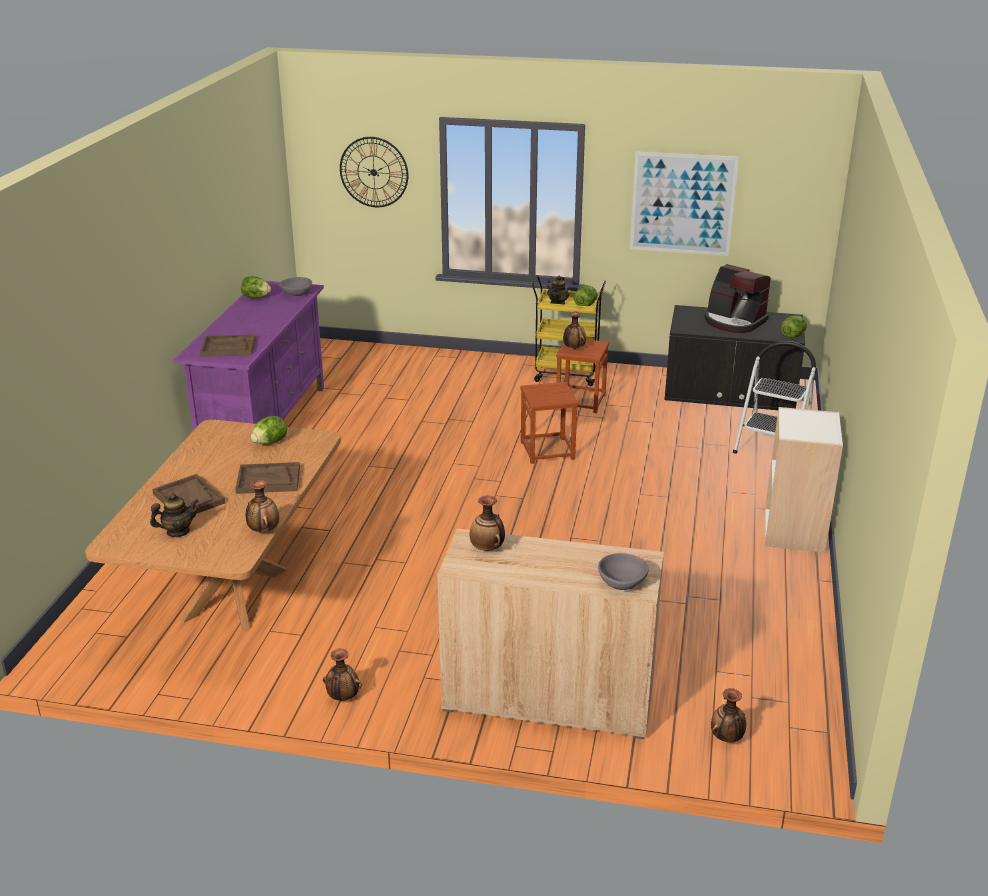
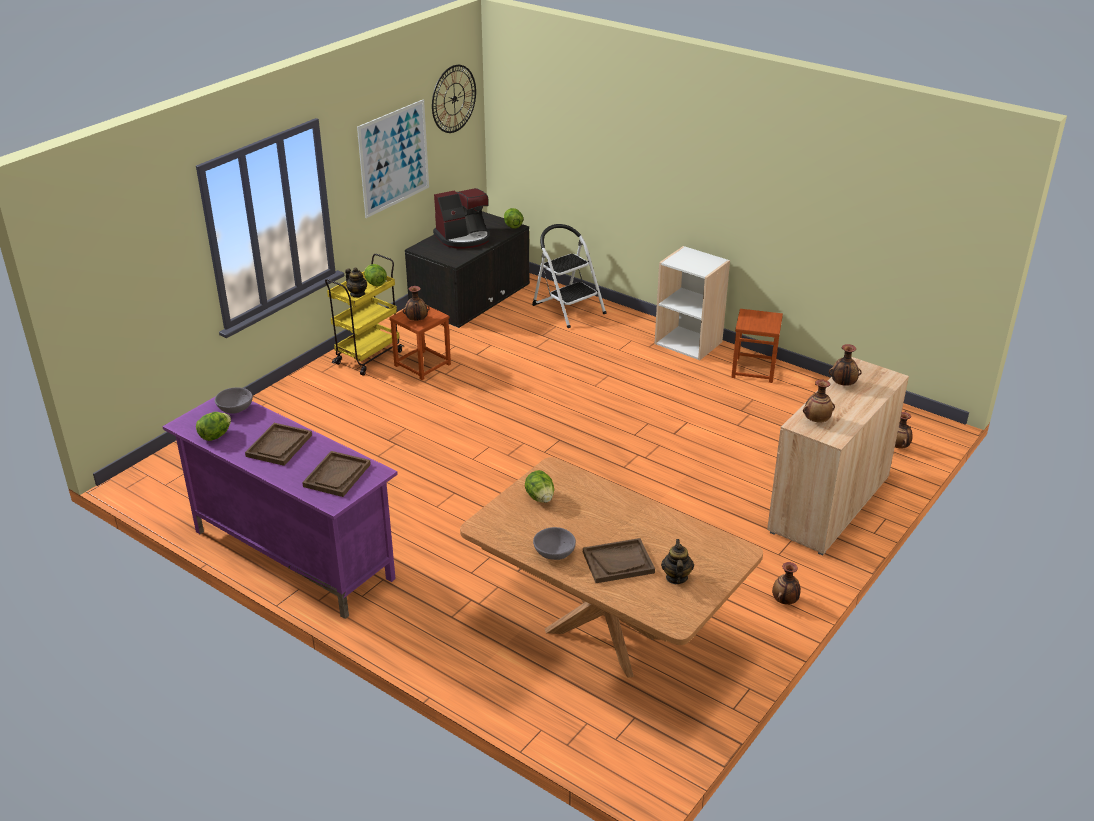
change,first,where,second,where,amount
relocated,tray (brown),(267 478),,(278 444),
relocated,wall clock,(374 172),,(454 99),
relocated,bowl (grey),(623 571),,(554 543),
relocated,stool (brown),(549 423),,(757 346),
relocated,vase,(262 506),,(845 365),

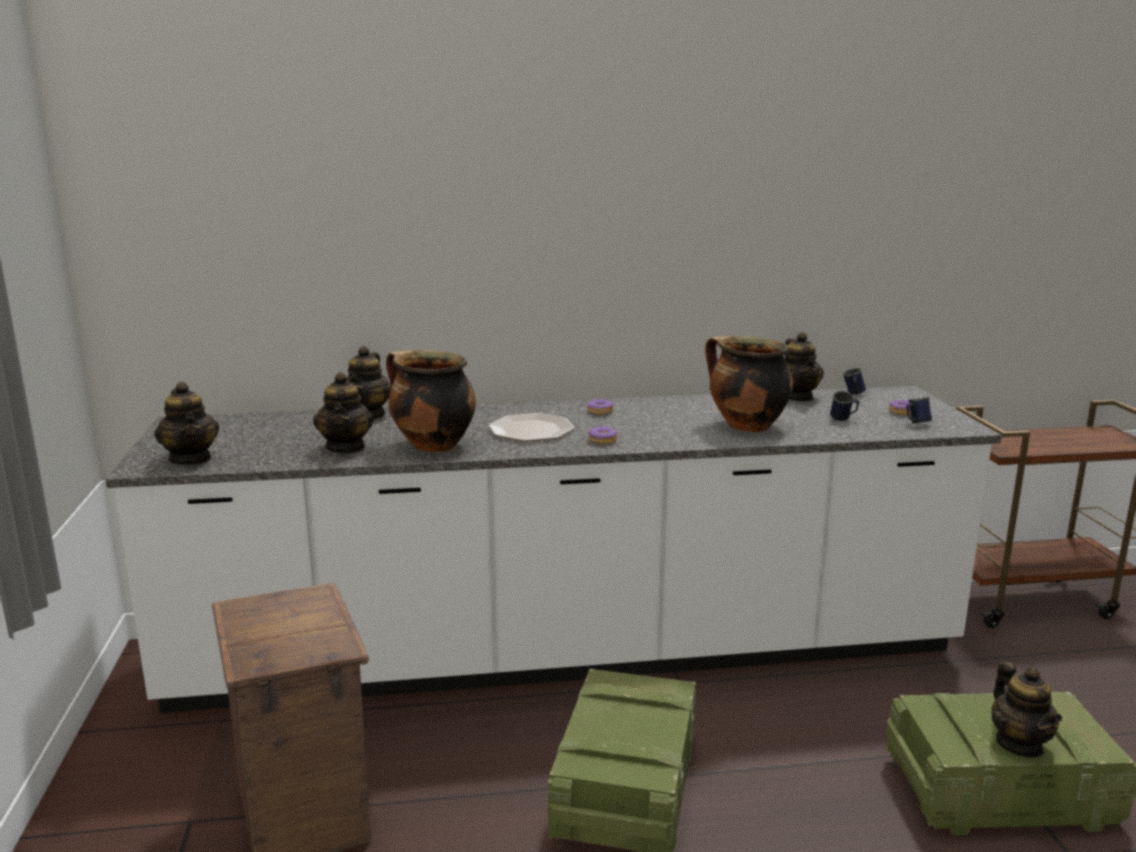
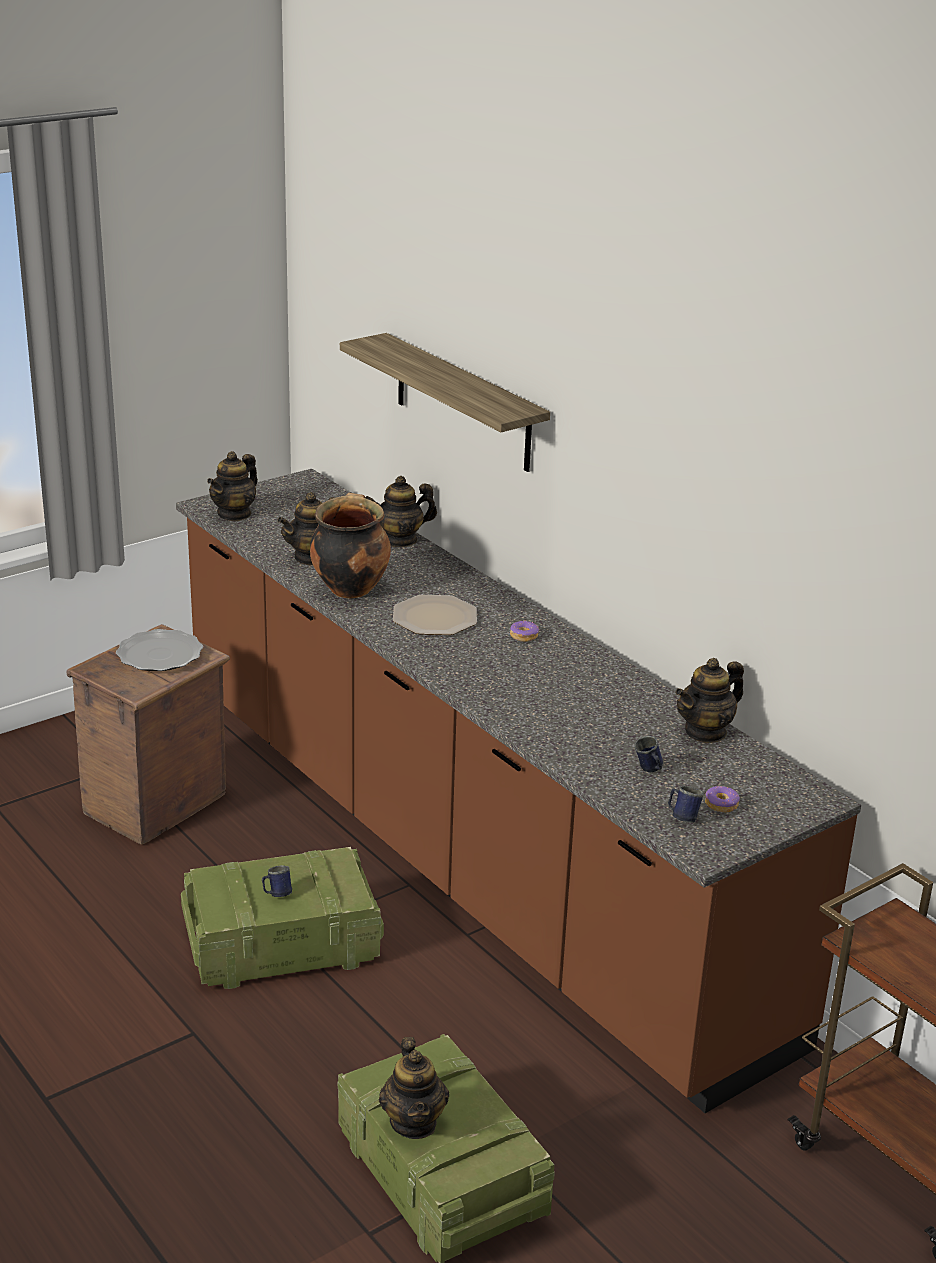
change,first,where,second,where,amount
appeared,,,plate,(159 650),
colour,counter (white),(553 549),counter (brown),(518 791),
relocated,mug (blue),(854 381),,(277 881),
appeared,,,shelf,(445 402),
spun,teapot,(1026 710),,(414 1088),60 degrees counterclockwise
missing,donut,(603 435),,,
missing,cooking pot,(749 384),,,

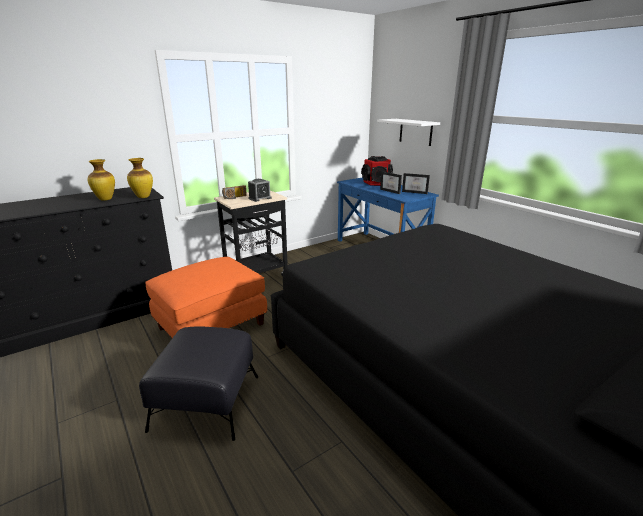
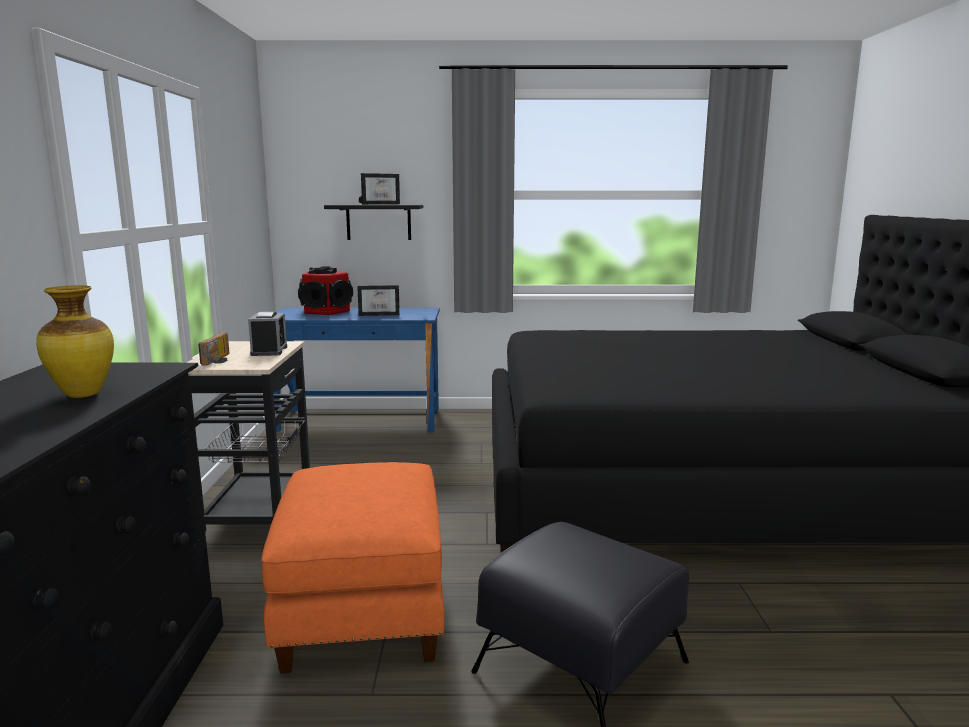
change,first,where,second,where,amount
colour,shelf (white),(408 132),shelf (black),(373 222),
relocated,picture frame,(416 183),,(379 189),
missing,vase,(140 178),,,

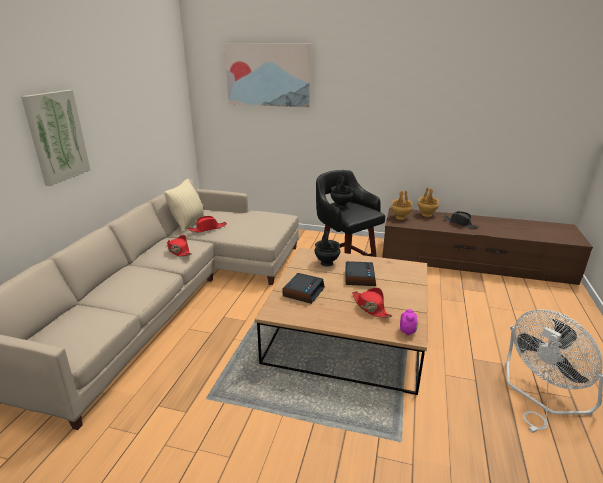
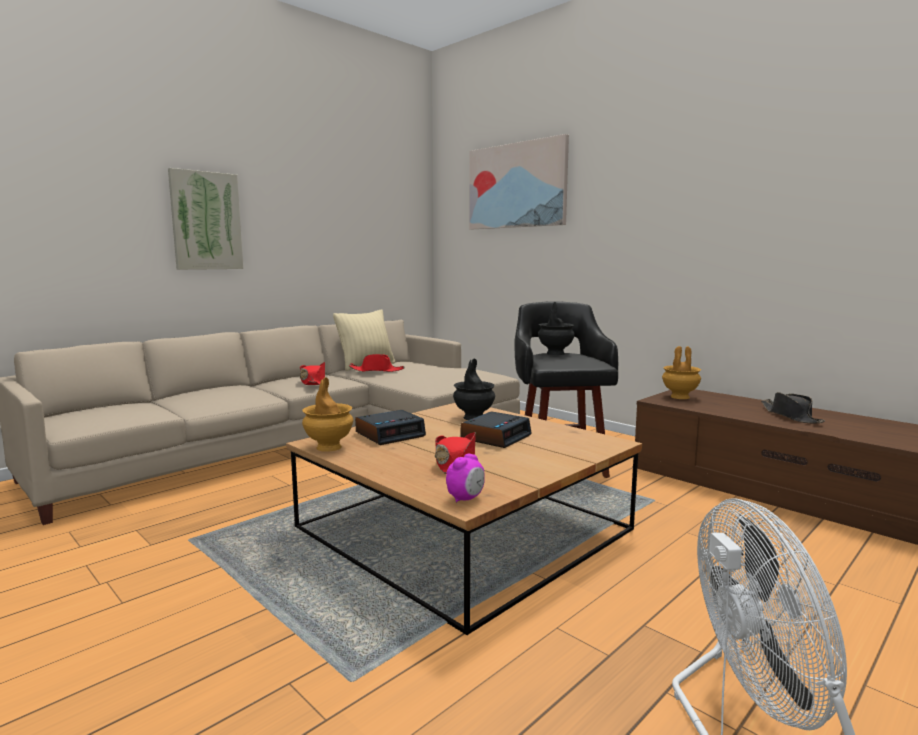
change,first,where,second,where,amount
relocated,vase (brown),(428 202),,(327 414),

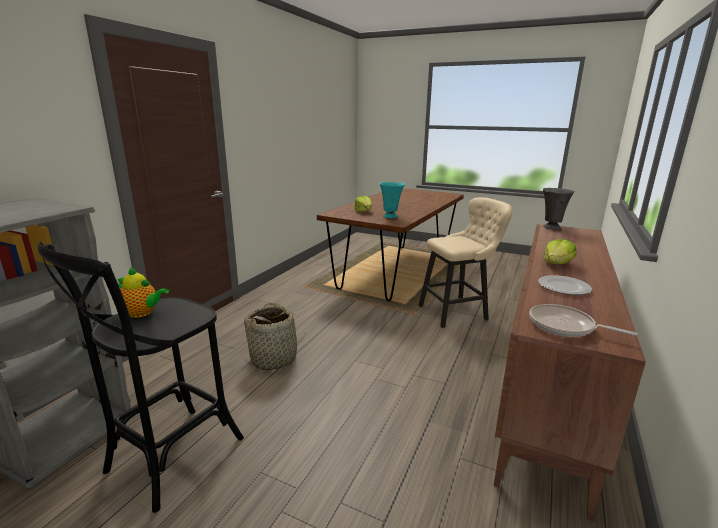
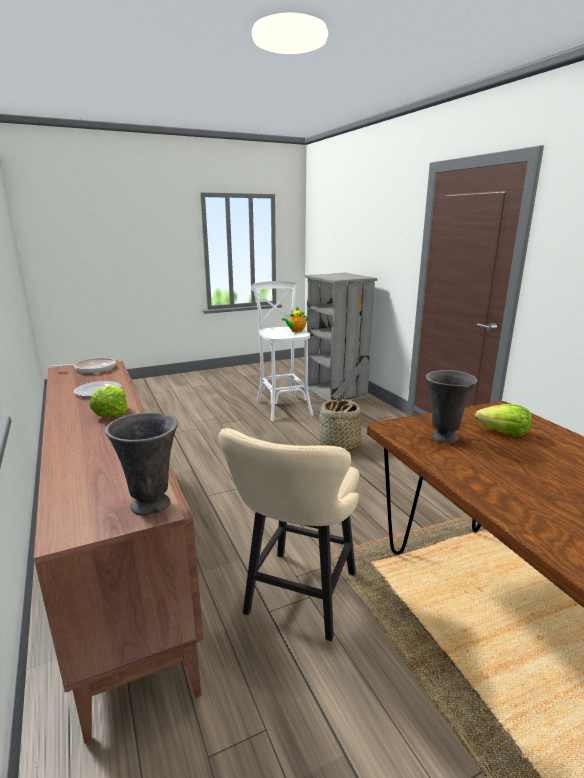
change,first,where,second,where,amount
colour,stool (black),(141 377),stool (white),(282 351),
colour,vase (turquoise),(392 200),vase (grey),(452 406),

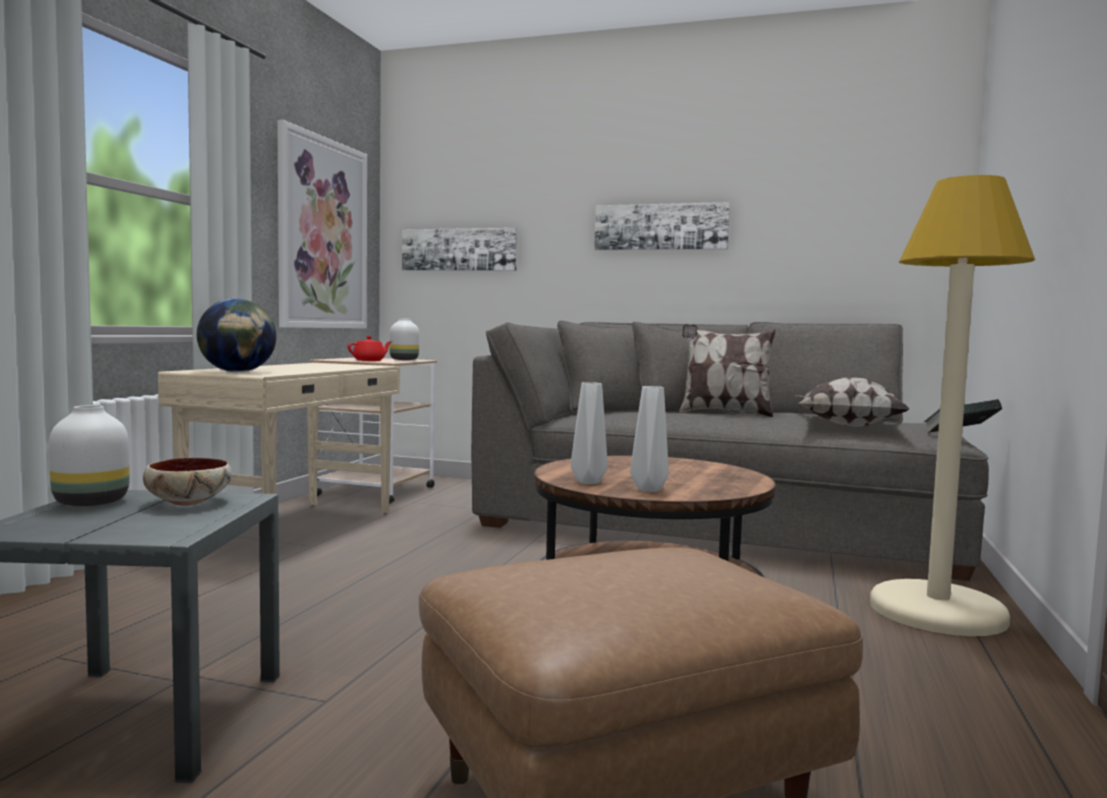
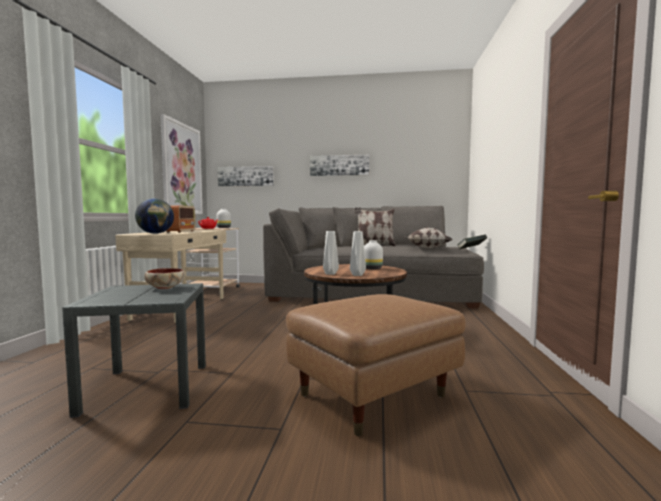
change,first,where,second,where,amount
appeared,,,radio,(181 219),
relocated,vase (white),(89 455),,(373 255),
missing,floor lamp (beige),(952 405),,,

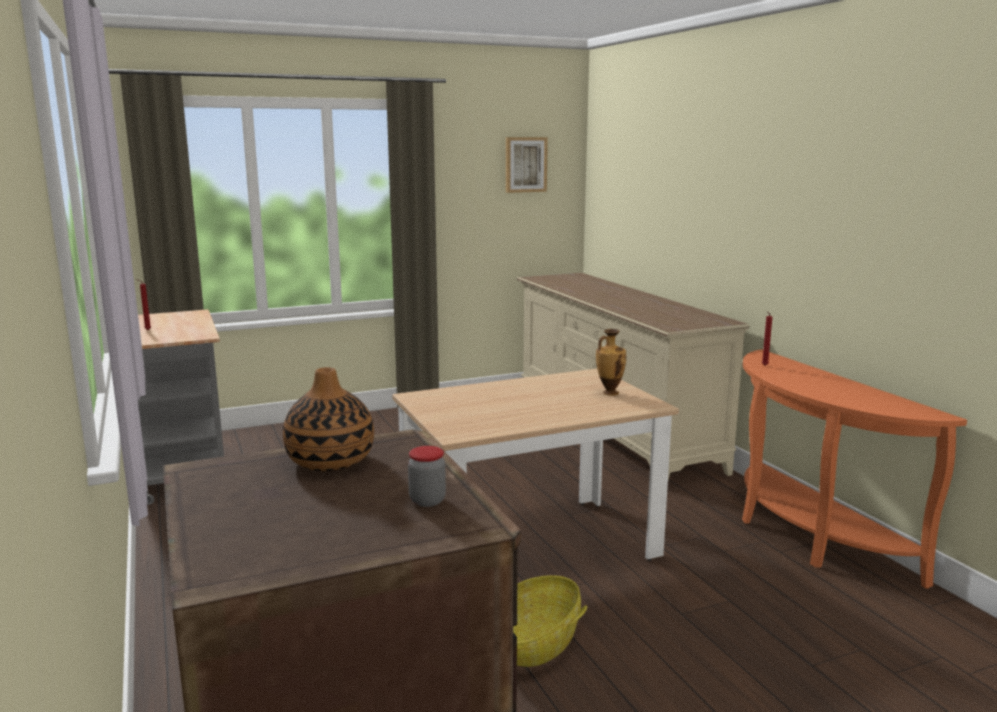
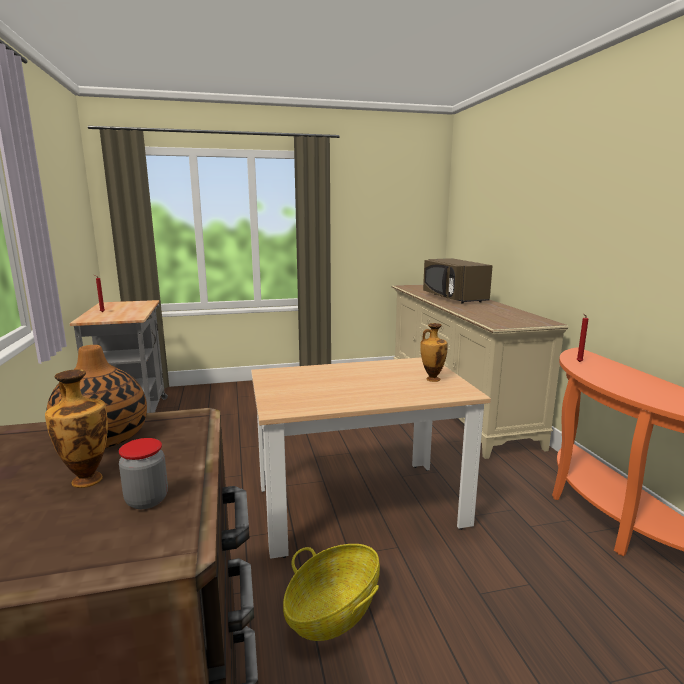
change,first,where,second,where,amount
appeared,,,vase,(76 428),
appeared,,,microwave (brown),(458 281),
missing,picture,(527 165),,,

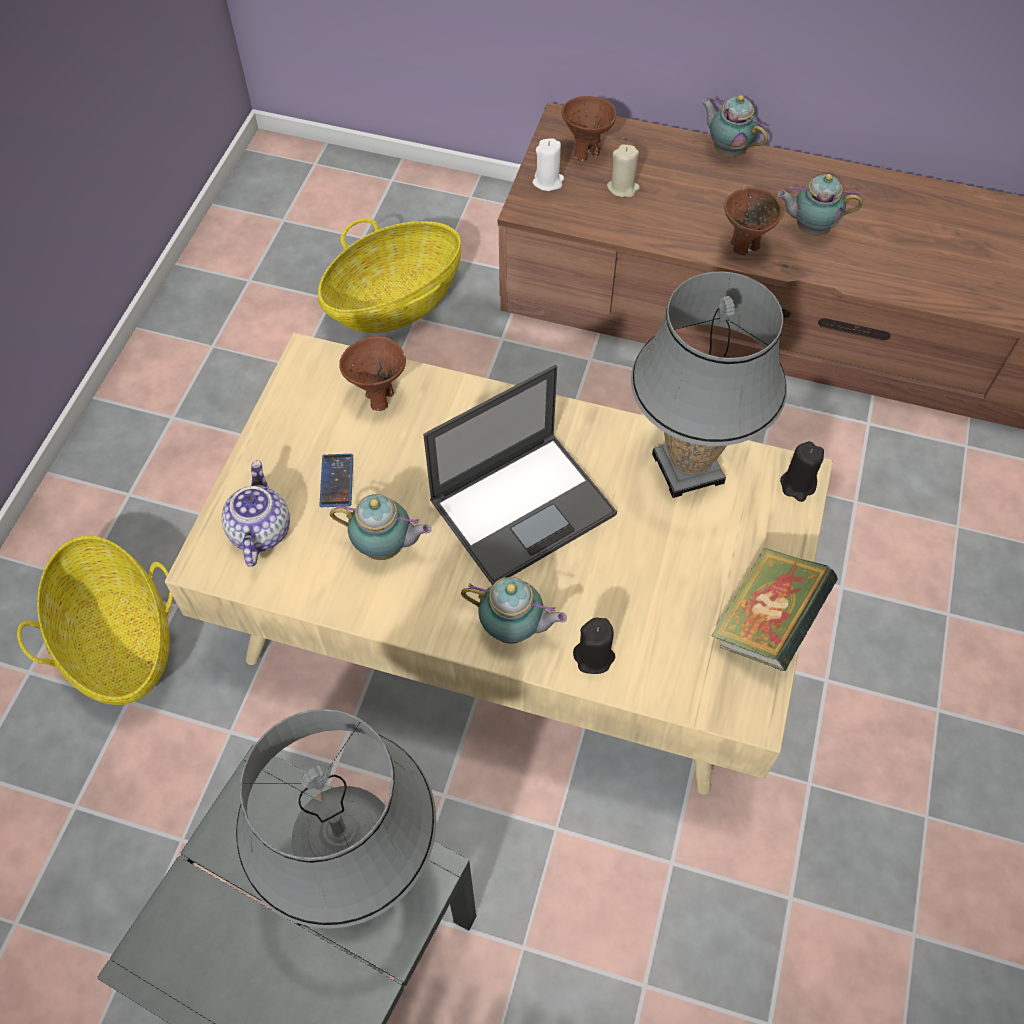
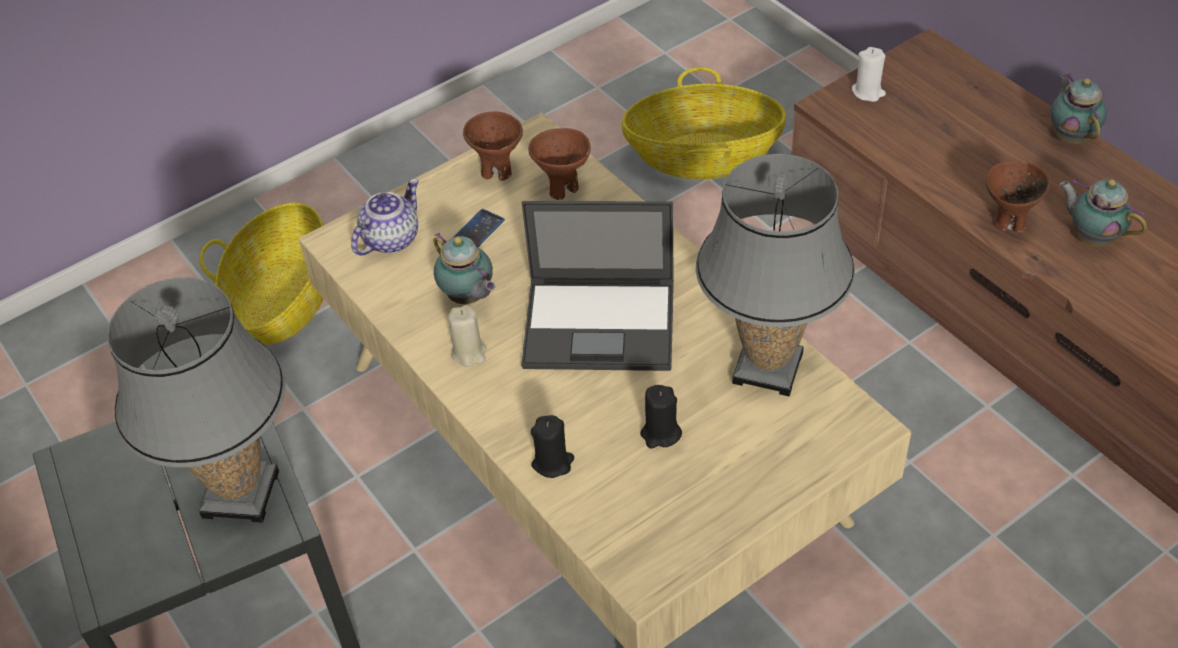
change,first,where,second,where,amount
relocated,candle (beige),(623 171),,(467 336),
relocated,bowl (brown),(589 128),,(493 146),
relocated,candle (black),(802 471),,(661 417),
missing,teapot,(514 610),,,
missing,book,(774 609),,,

